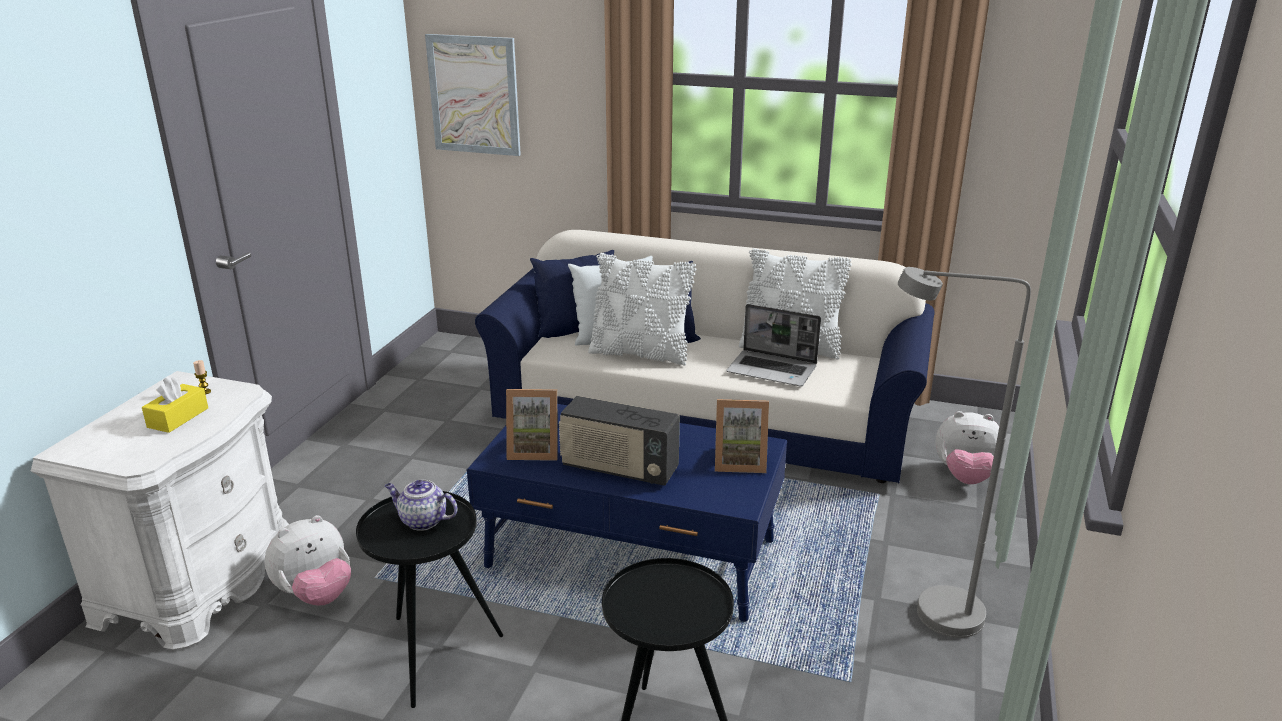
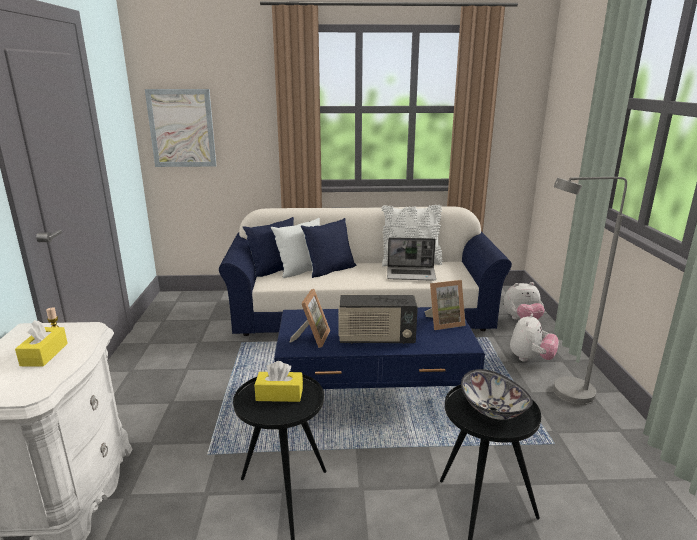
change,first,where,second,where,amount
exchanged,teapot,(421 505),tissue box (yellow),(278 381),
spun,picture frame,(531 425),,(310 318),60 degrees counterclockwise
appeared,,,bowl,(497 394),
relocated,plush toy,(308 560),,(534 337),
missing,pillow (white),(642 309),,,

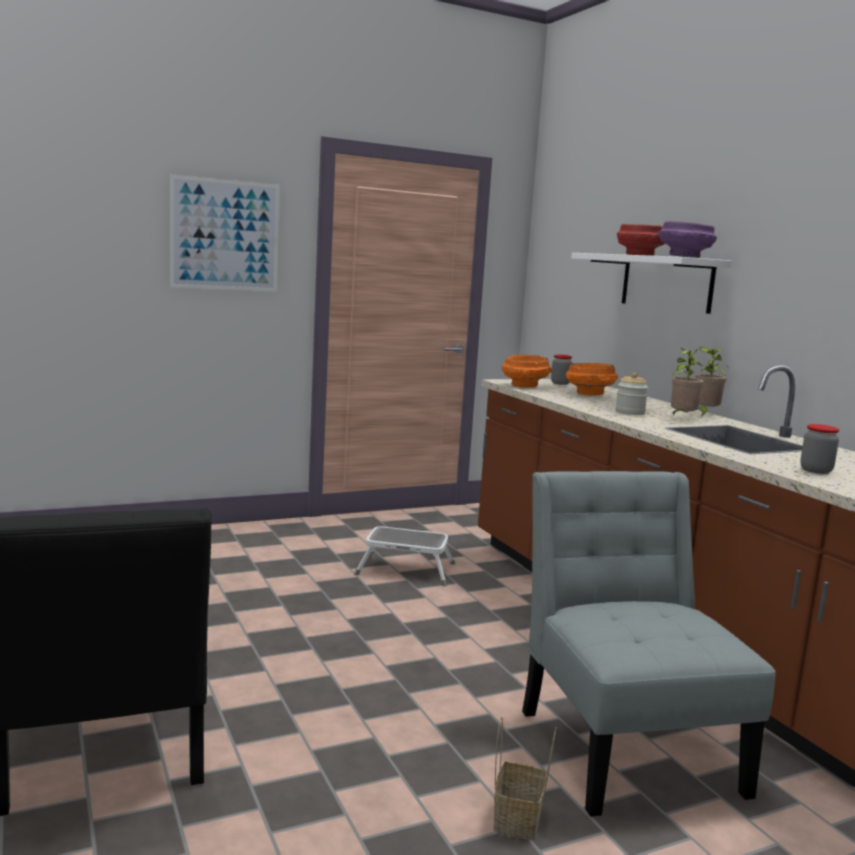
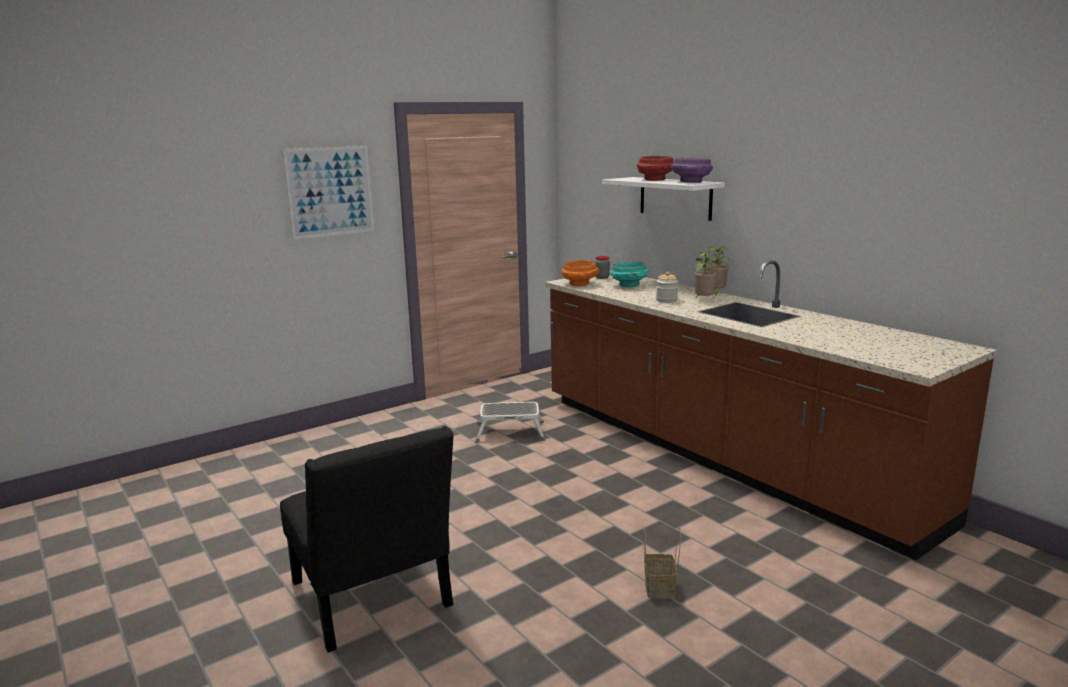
change,first,where,second,where,amount
colour,bowl (orange),(592 379),bowl (turquoise),(629 274),
missing,chair (grey),(649 644),,,
missing,jar,(819 449),,,

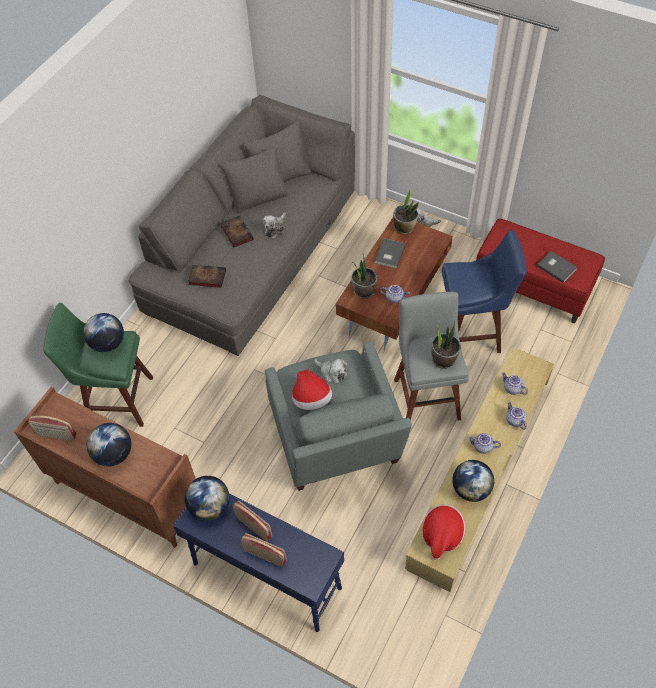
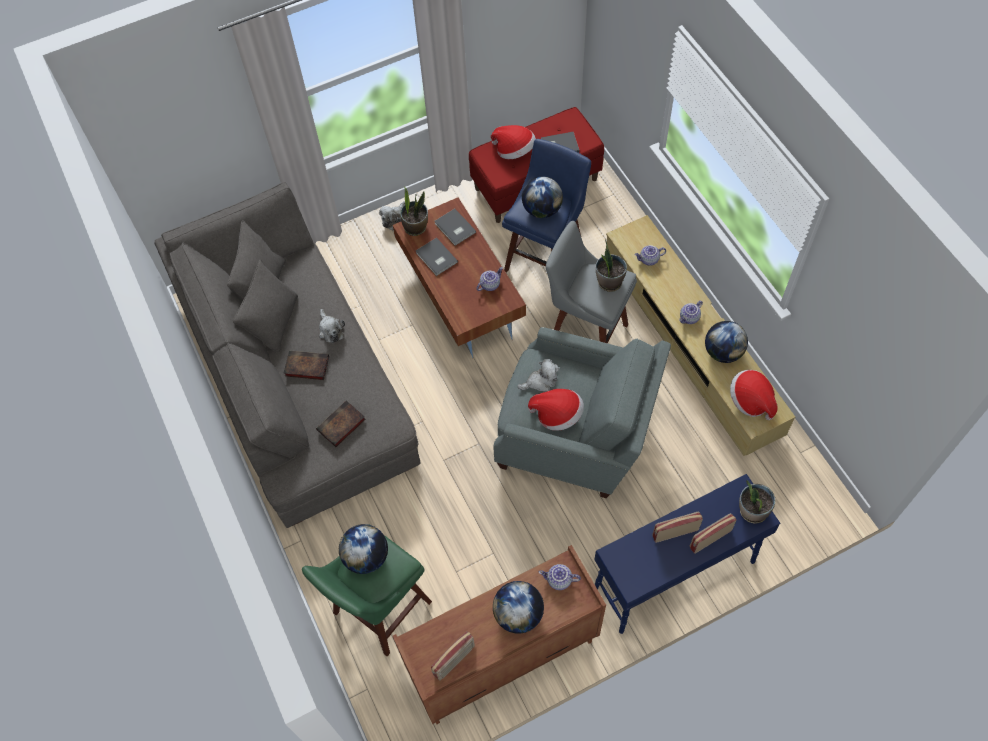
change,first,where,second,where,amount
appeared,,,book (grey),(455 227),
appeared,,,hat,(513 142),
relocated,globe,(207 498),,(542 197),
relocated,teapot,(516 415),,(560 577),
relocated,potted plant,(364 277),,(757 501),

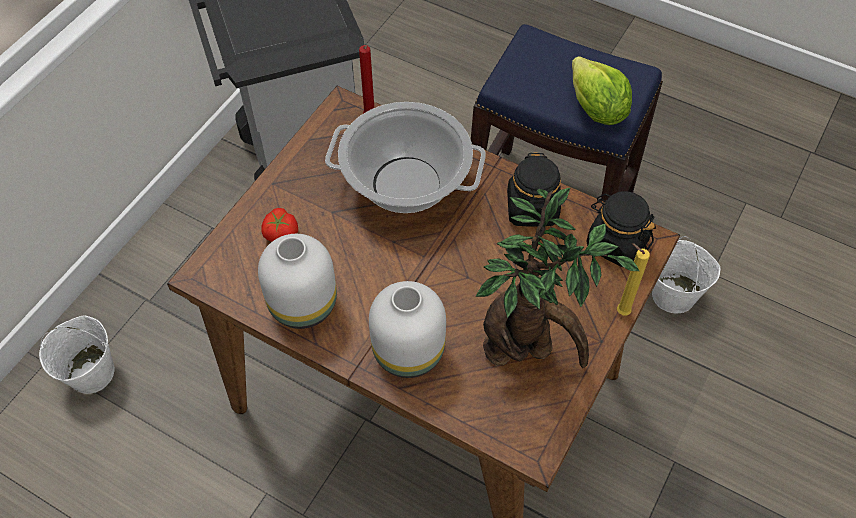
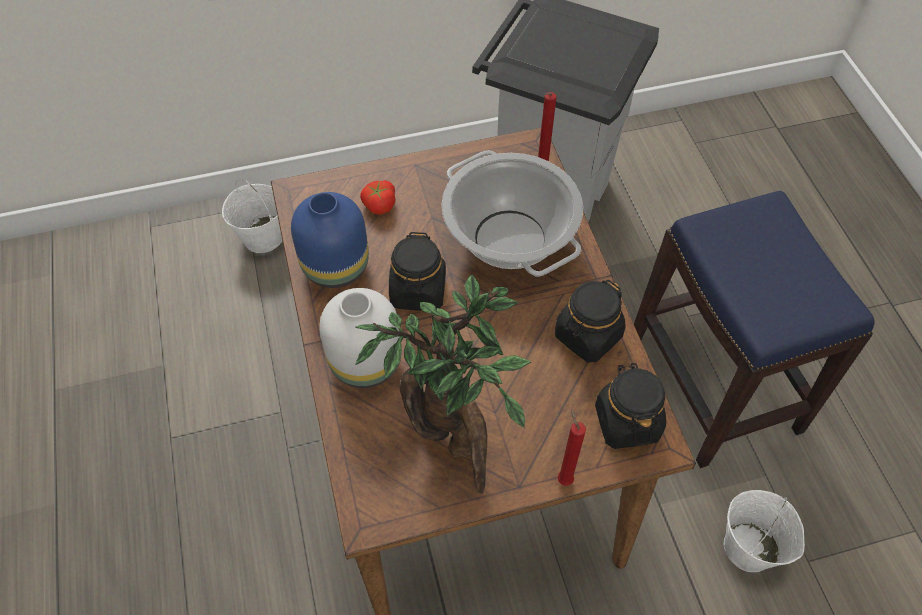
change,first,where,second,where,amount
colour,vase (white),(297 281),vase (blue),(330 240),
appeared,,,jar (black),(417 271),
colour,candle (yellow),(633 279),candle (red),(571 447),
missing,lettuce,(602 90),,,

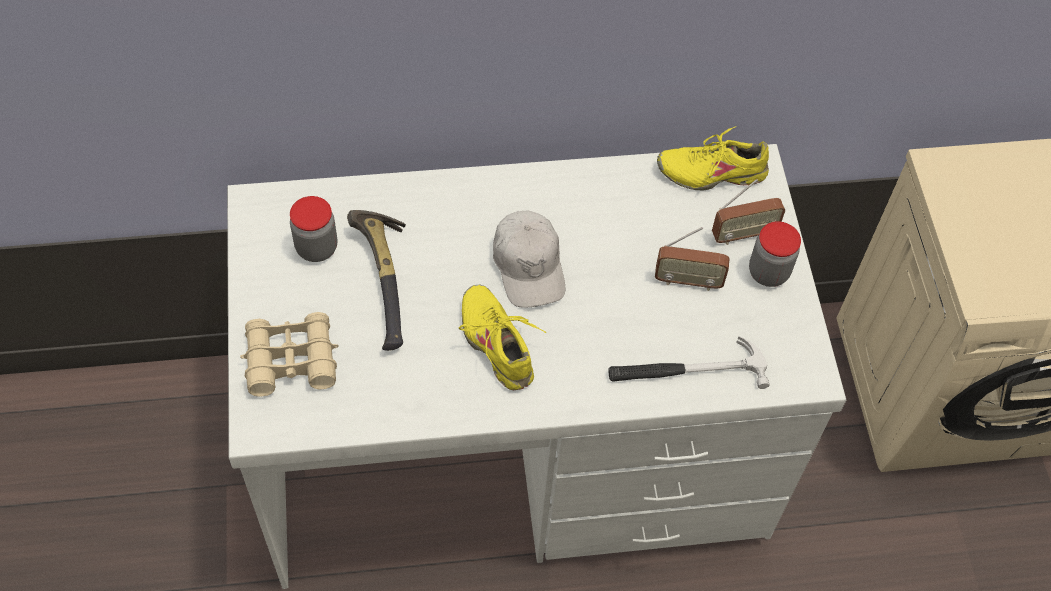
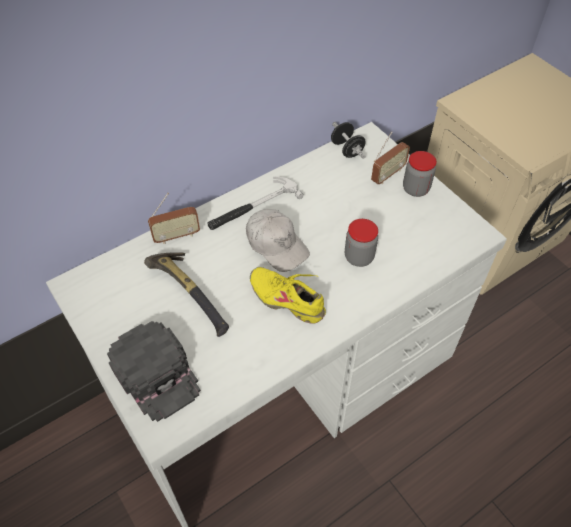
change,first,where,second,where,amount
exchanged,binoculars (beige),(289 354),cap (black),(154 371),
relocated,radio,(692 259),,(174 218),
relocated,hammer,(689 362),,(255 203),
exchanged,shoe (yellow),(713 158),dumbbell (black),(348 140),
relocated,jar,(313 229),,(361 243),

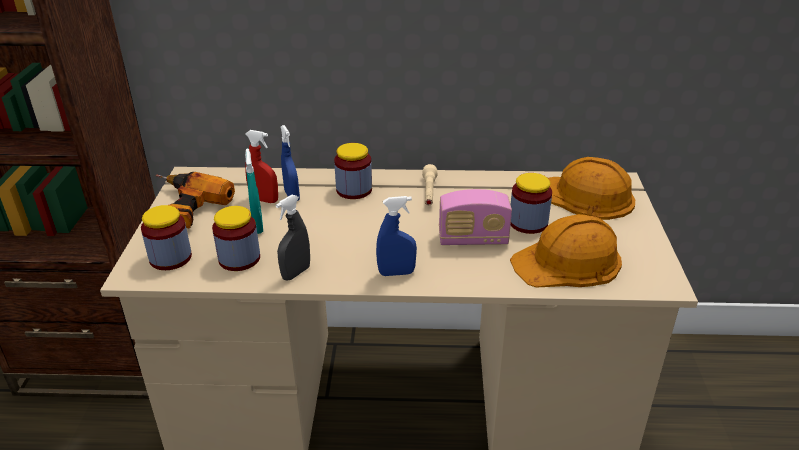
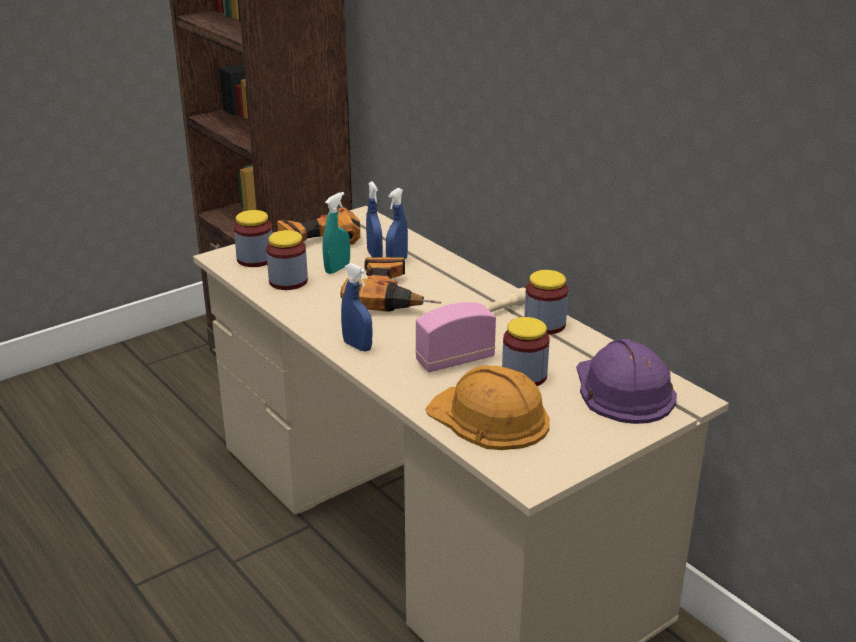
change,first,where,second,where,amount
appeared,,,power drill,(390 284),
colour,spray bottle (red),(261 166),spray bottle (blue),(374 219),
spun,radio,(475 217),,(455 337),105 degrees clockwise
relocated,jar,(353 171),,(546 302),
colour,hard hat (orange),(591 188),hard hat (purple),(626 381),
missing,spray bottle (grey),(292 238),,,

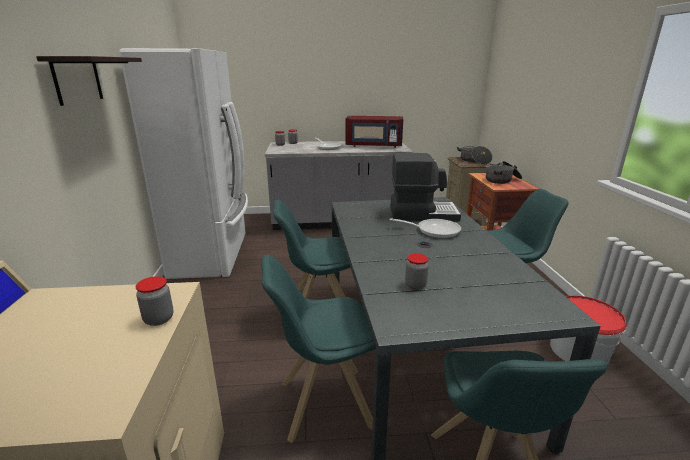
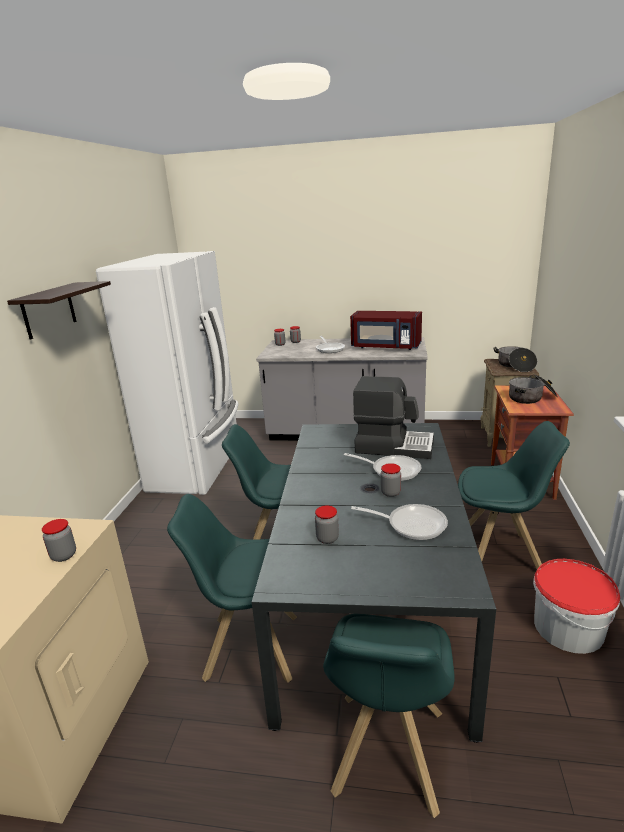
change,first,where,second,where,amount
appeared,,,frying pan,(399 522),
appeared,,,jar,(391 480),

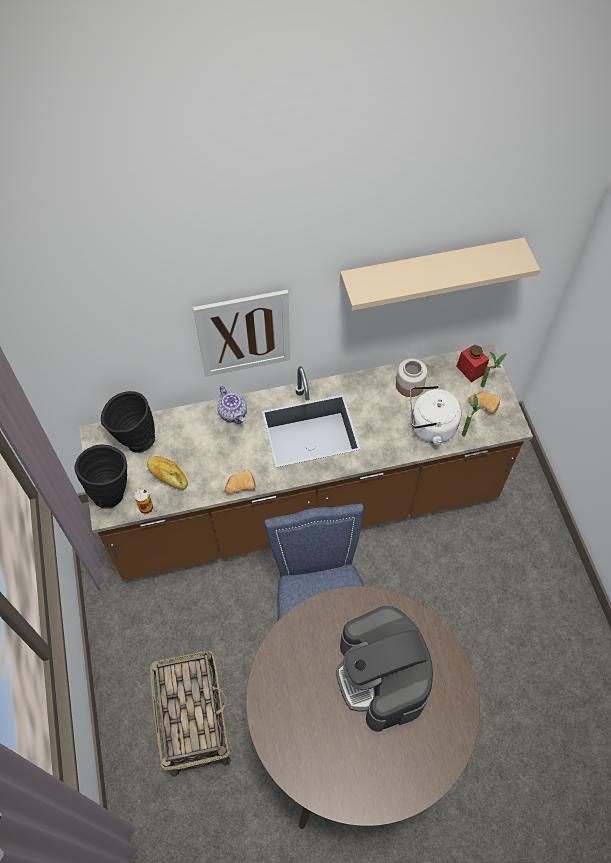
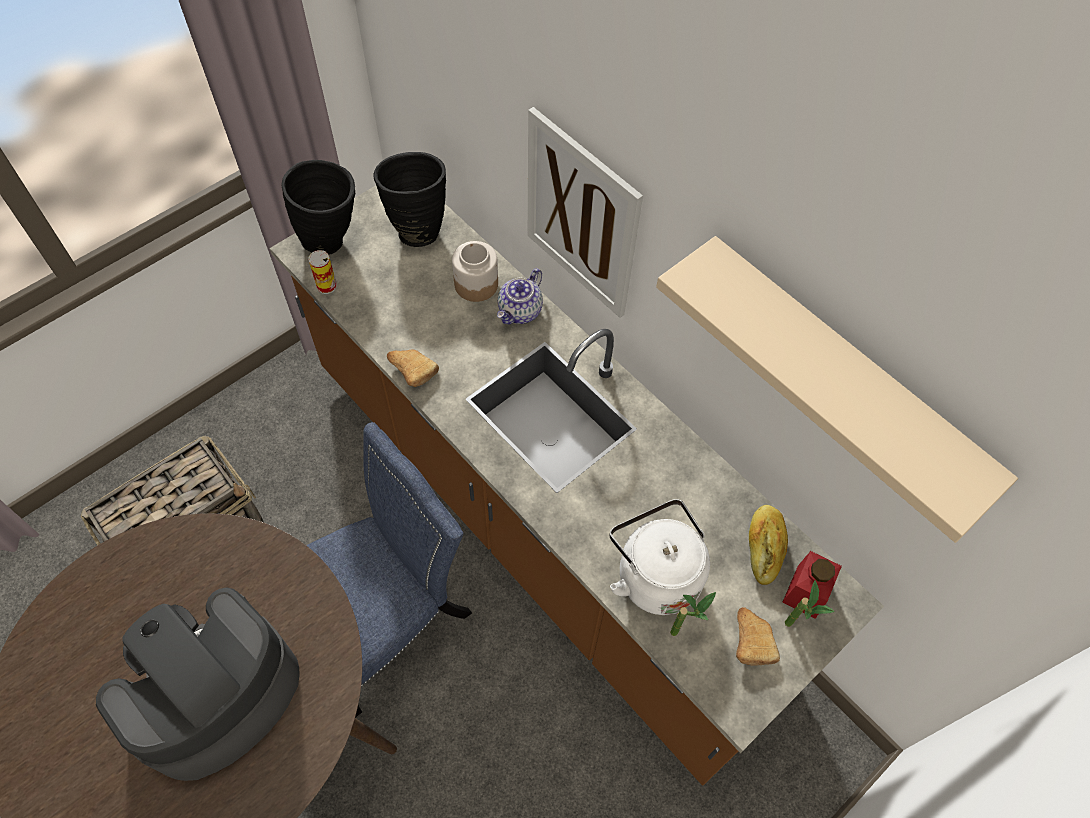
change,first,where,second,where,amount
relocated,jar,(411 377),,(475 271),
relocated,bread,(167 473),,(768 545),

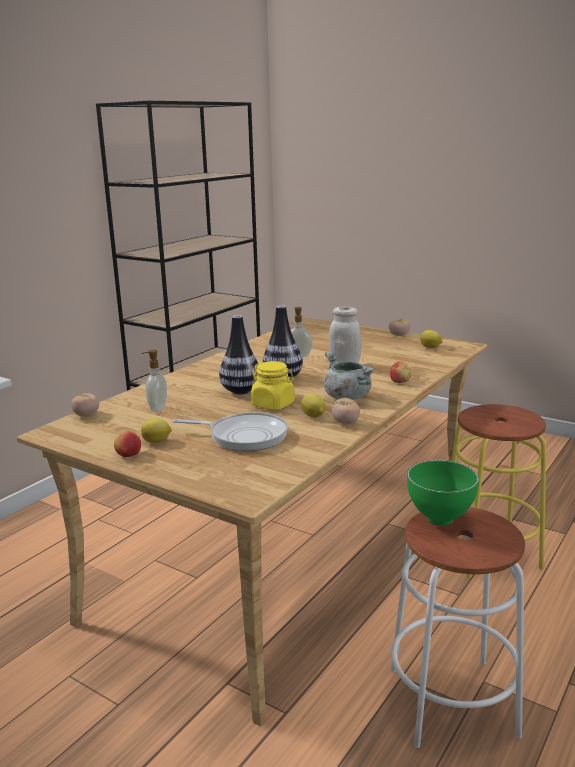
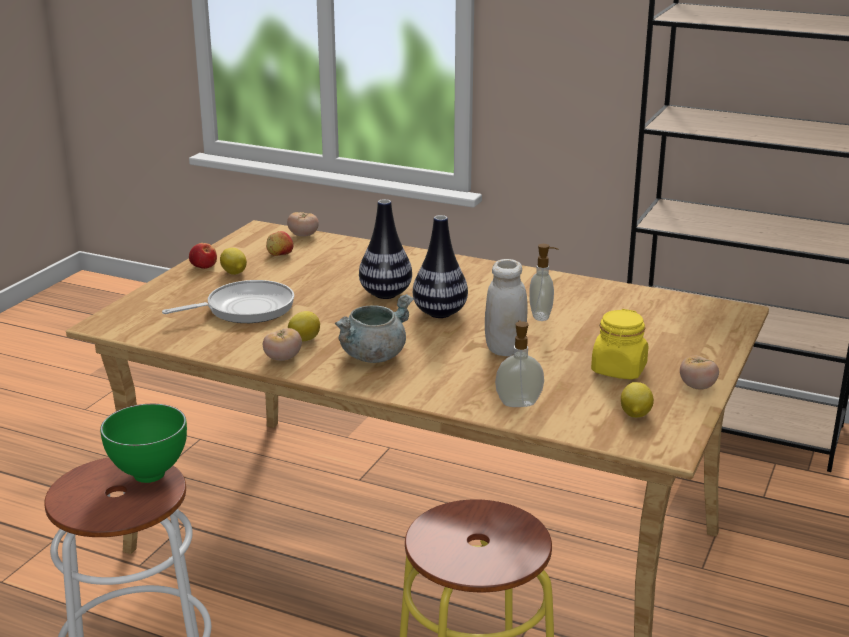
change,first,where,second,where,amount
spun,frying pan,(230 431),,(228 301),120 degrees counterclockwise
relocated,apple,(400 372),,(279 243),
relocated,soap dispenser,(154 381),,(519 363),
relocated,jar (yellow),(273 385),,(620 344),

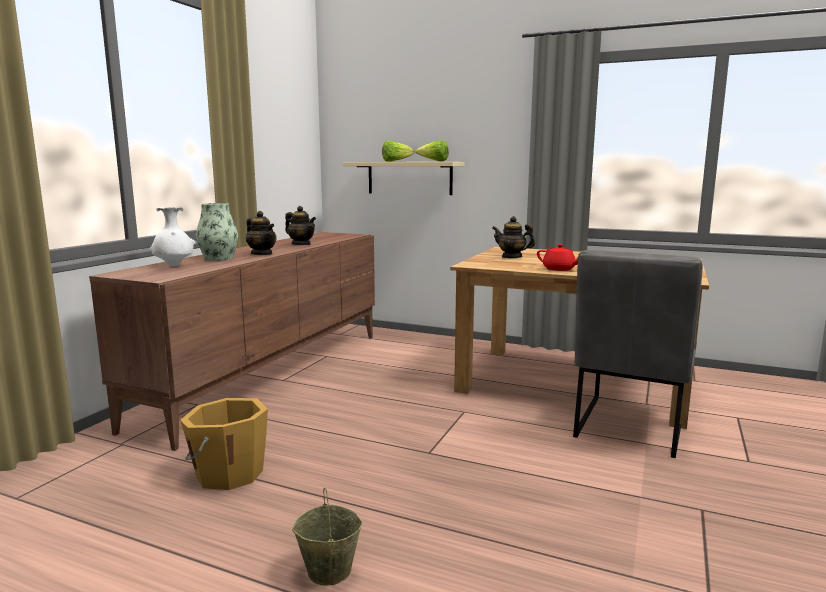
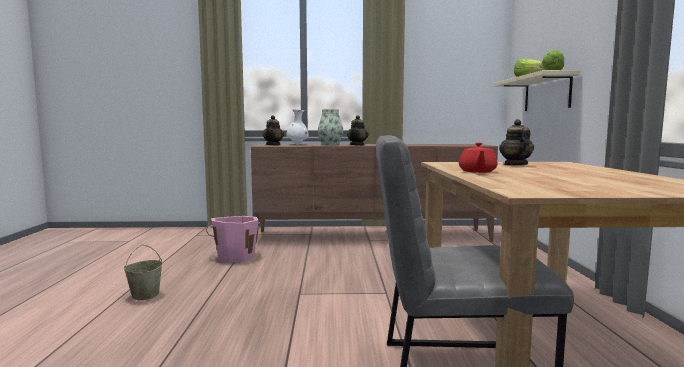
change,first,where,second,where,amount
colour,bucket (orange),(224 444),bucket (pink),(234 239),
relocated,teapot,(300 225),,(273 130),

